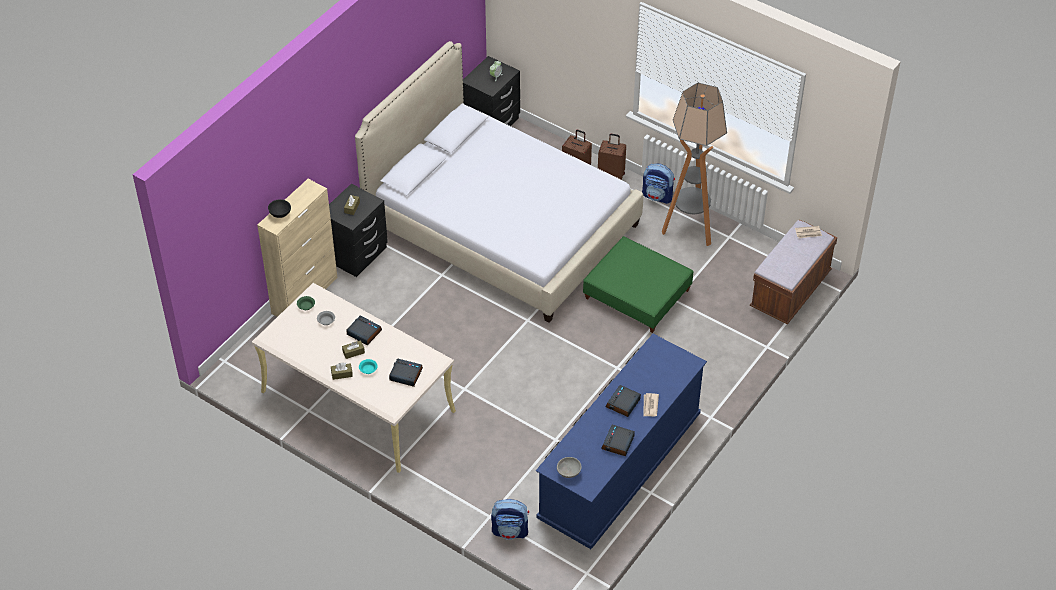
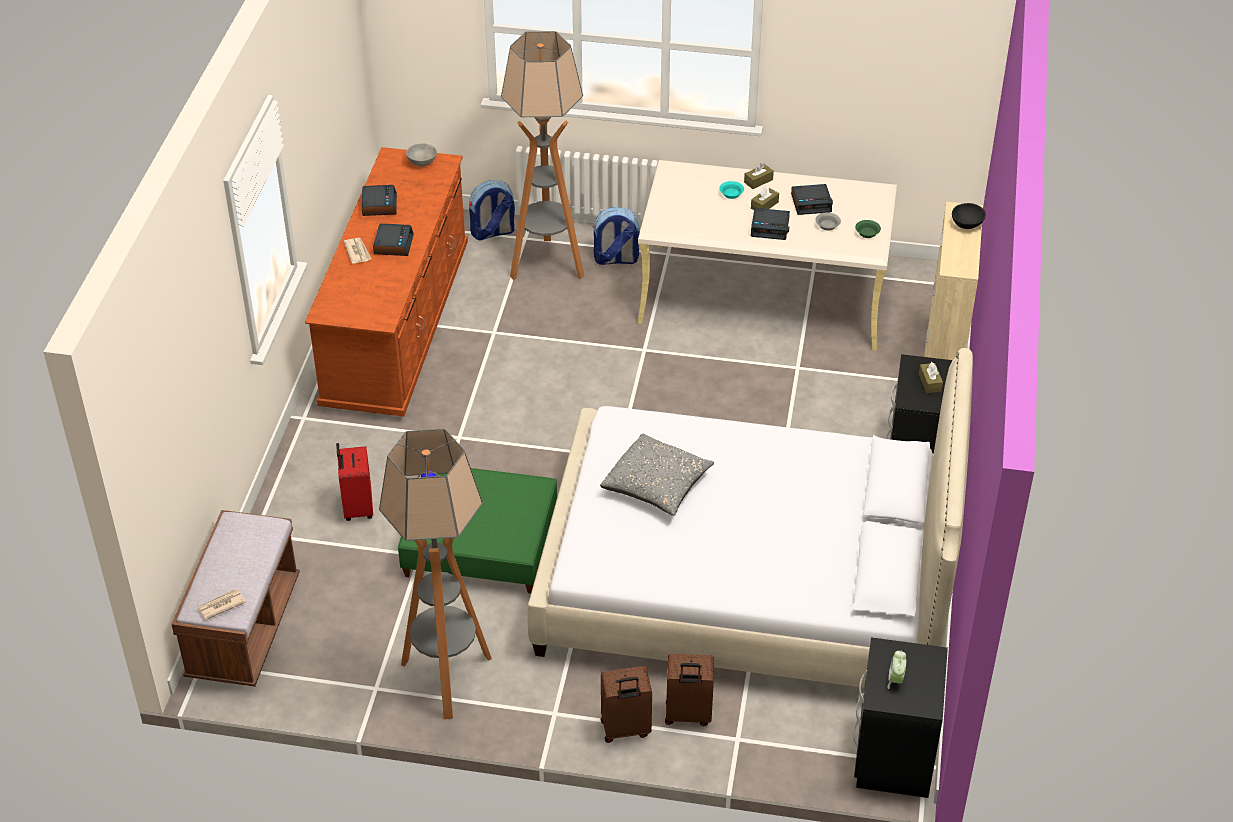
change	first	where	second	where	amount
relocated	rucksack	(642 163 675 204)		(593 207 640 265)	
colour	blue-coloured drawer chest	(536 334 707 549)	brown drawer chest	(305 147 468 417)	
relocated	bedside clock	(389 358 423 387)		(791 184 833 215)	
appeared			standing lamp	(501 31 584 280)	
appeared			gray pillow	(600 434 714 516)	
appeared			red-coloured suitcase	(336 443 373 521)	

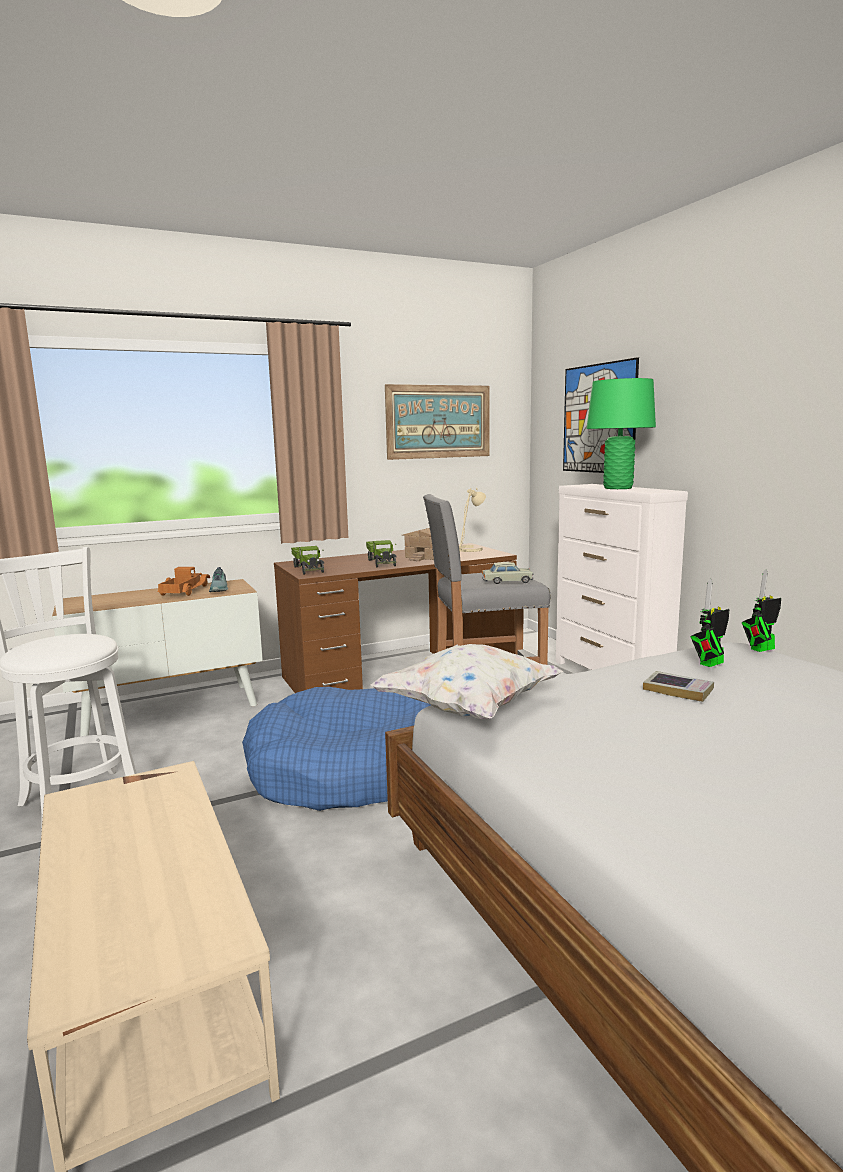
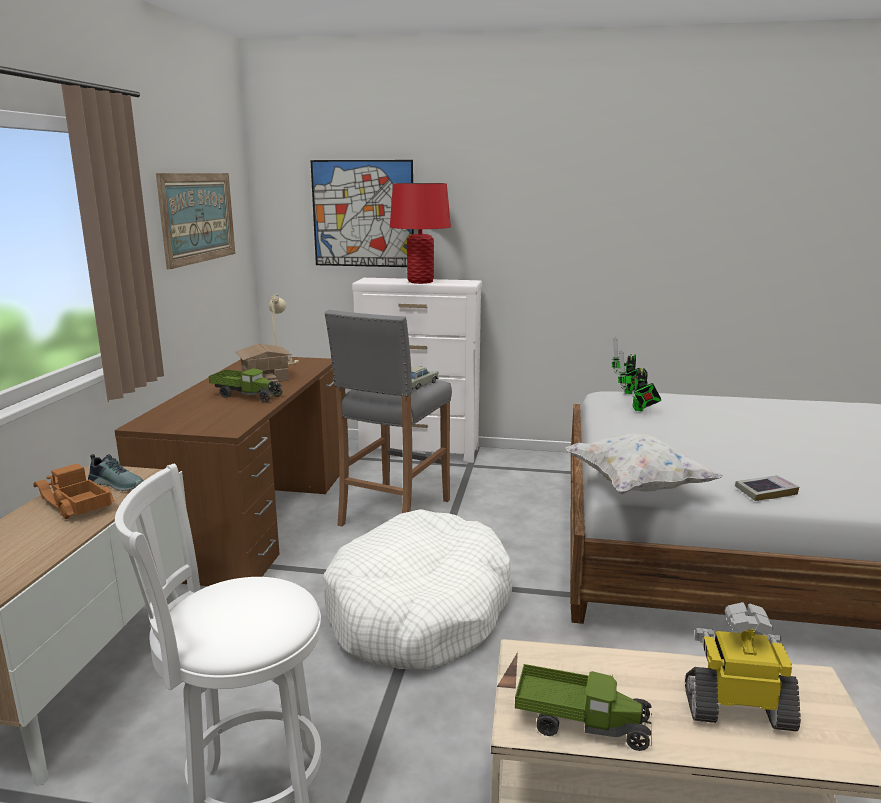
change	first	where	second	where	amount
colour	green table lamp	(586 378 656 489)	red-coloured table lamp	(390 183 451 284)	
relocated	toy truck	(291 546 324 575)		(515 664 652 751)	
relocated	volume	(643 671 714 702)		(735 475 799 501)	
colour	blue-coloured pet bed	(242 687 431 811)	whitish pet bed	(323 509 513 669)	
appeared			model robot	(685 602 801 731)	

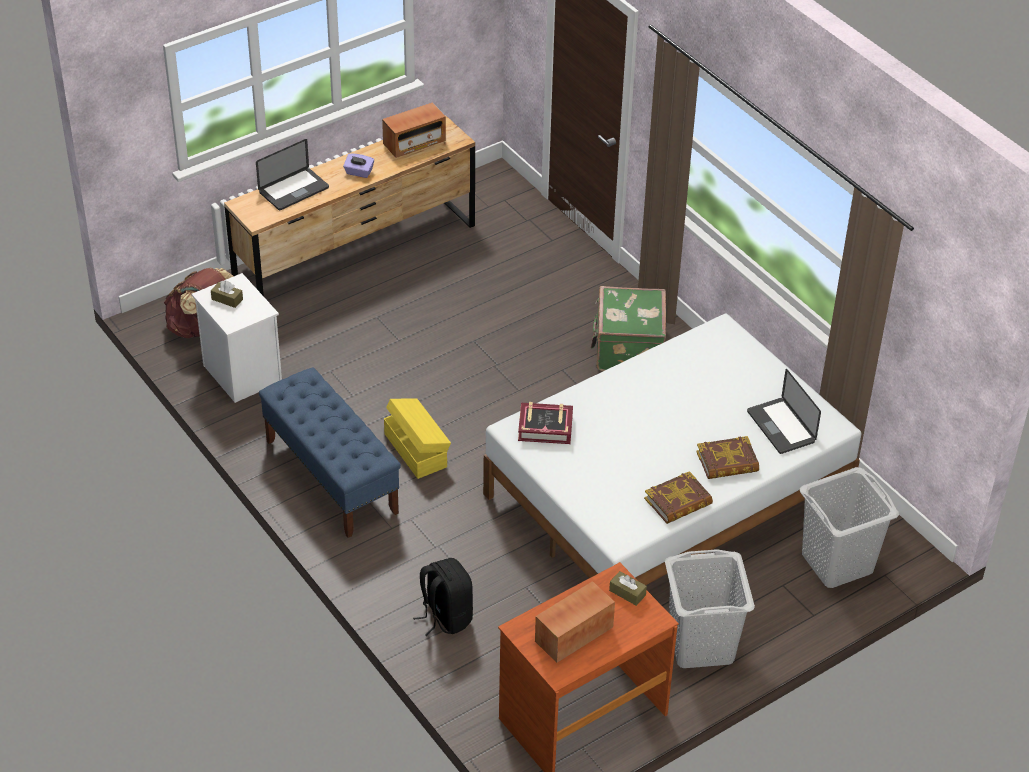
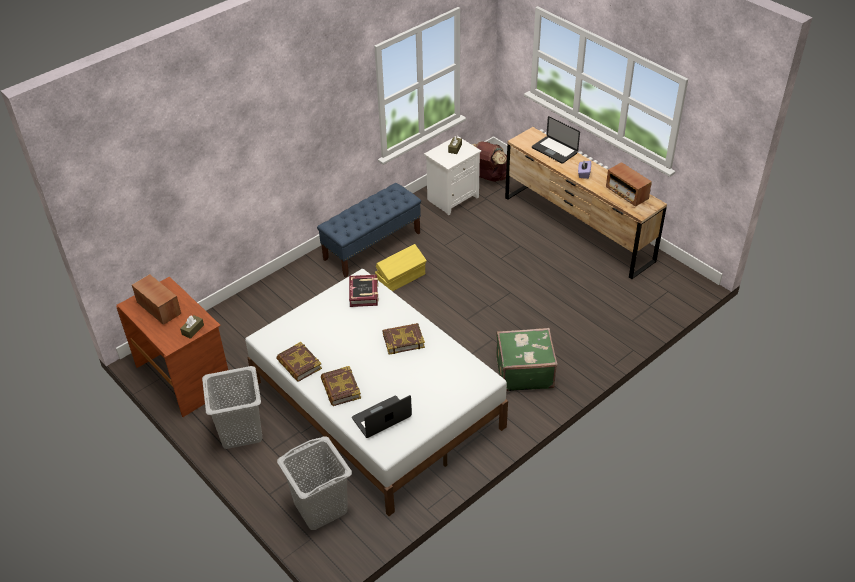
change	first	where	second	where	amount
missing	black rucksack	(413 558 473 636)			
appeared			volume	(383 323 425 355)	

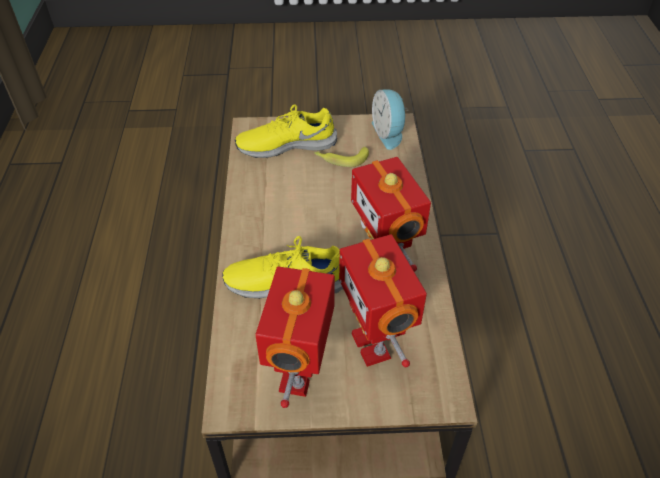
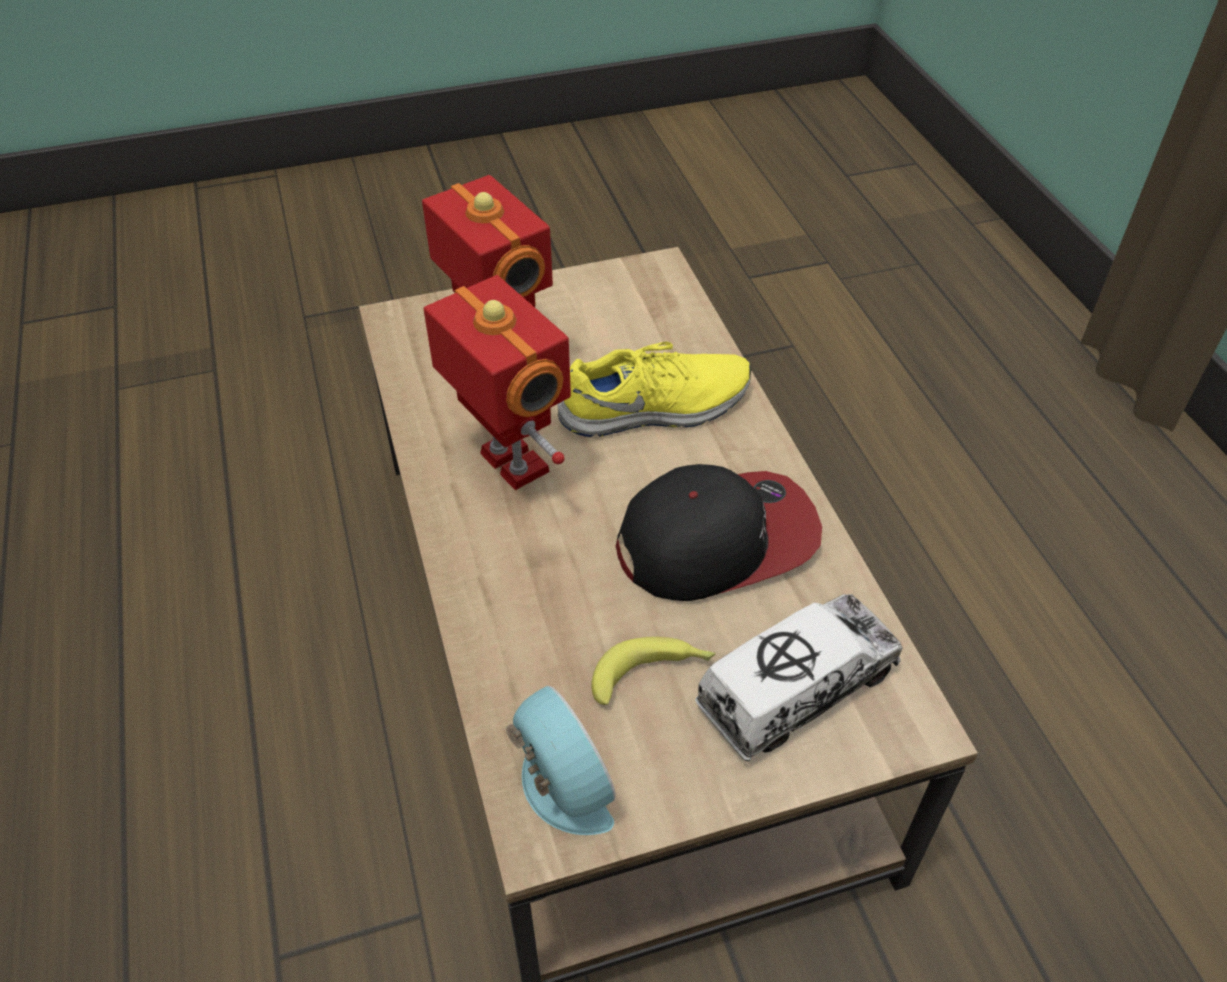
change	first	where	second	where	amount
exchanged	yellowish low shoe	(235 104 337 158)	toy truck	(695 594 902 761)	
missing	model robot	(255 266 335 408)			
appeared			cap	(616 464 822 601)	

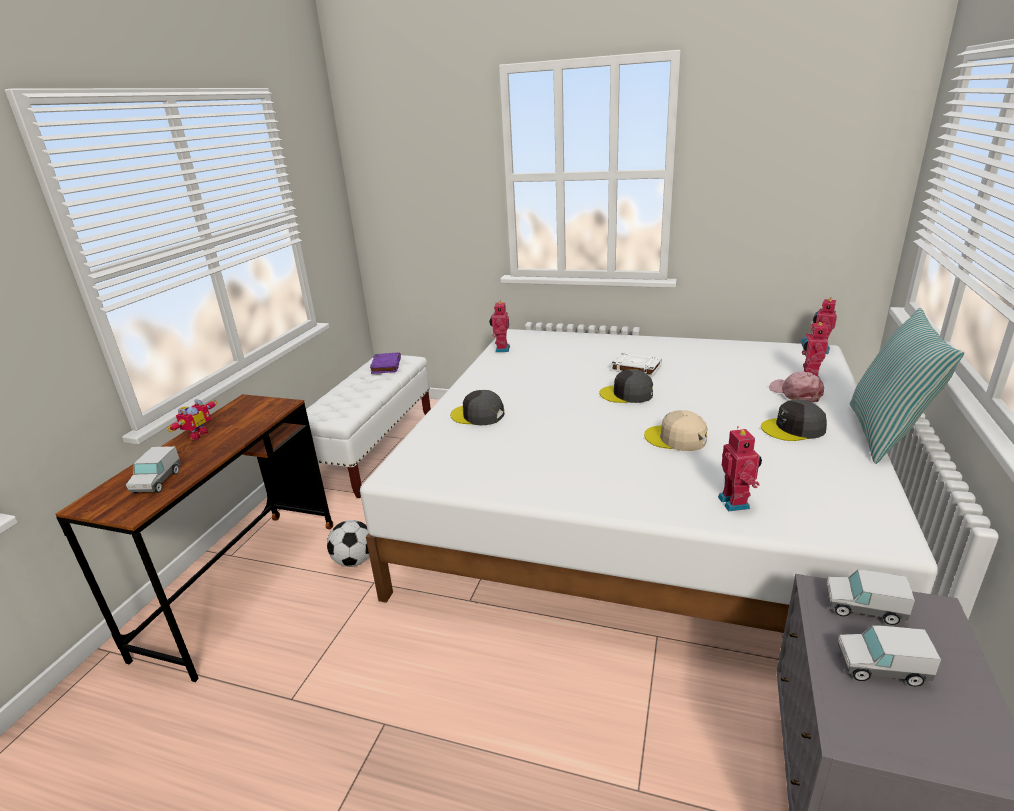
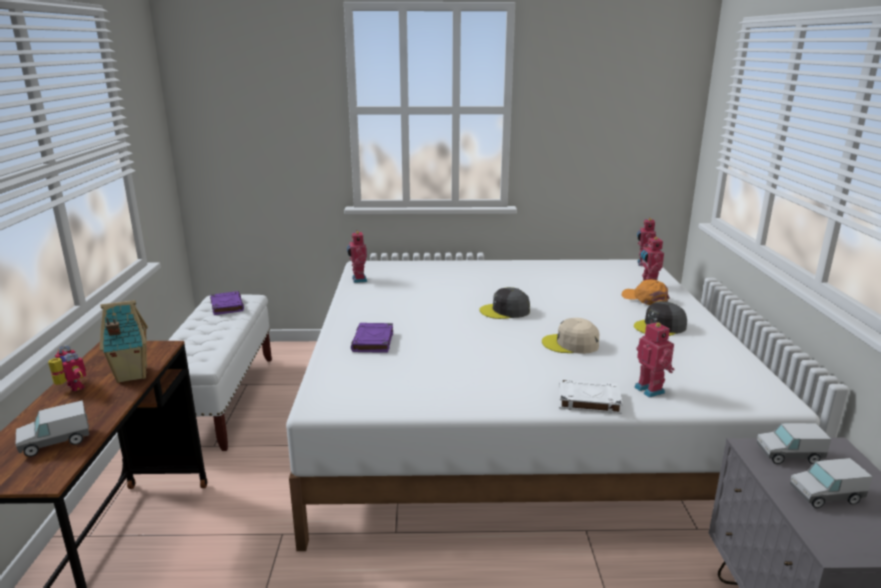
change	first	where	second	where	amount
missing	pillow	(850 308 964 464)			
relocated	whitish volume	(611 353 662 376)		(559 379 623 414)	
colour	pink cap	(769 372 824 402)	orangey cap	(622 279 670 305)	
exchanged	gray cap	(450 390 505 425)	purple volume	(351 323 393 353)	
spun	model robot	(167 399 217 440)		(48 345 86 391)	45 degrees counterclockwise
spun	toy truck	(126 446 181 493)		(15 400 89 457)	75 degrees clockwise
missing	football	(327 520 369 567)			
appeared			model house	(100 300 148 383)	

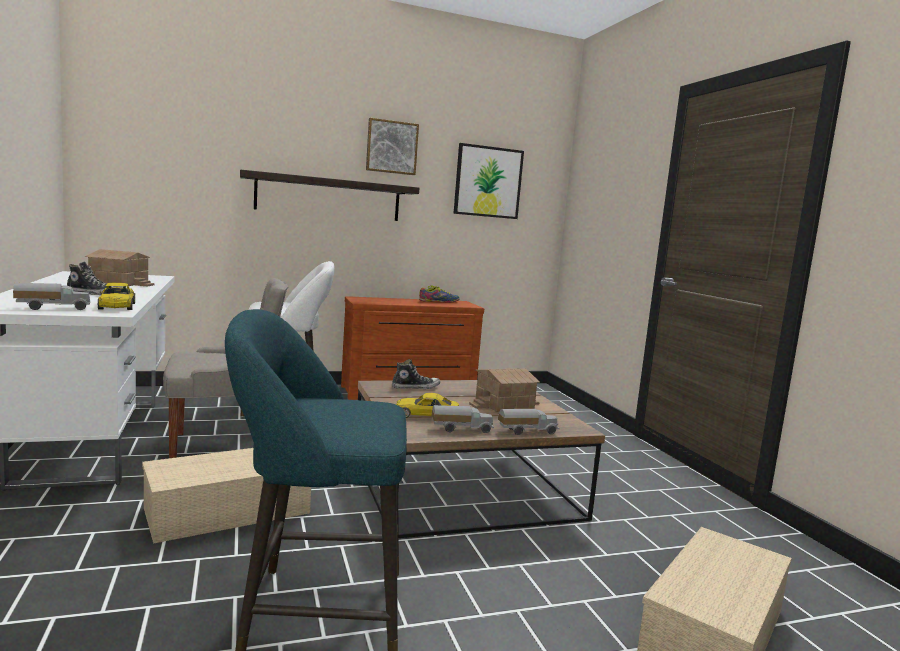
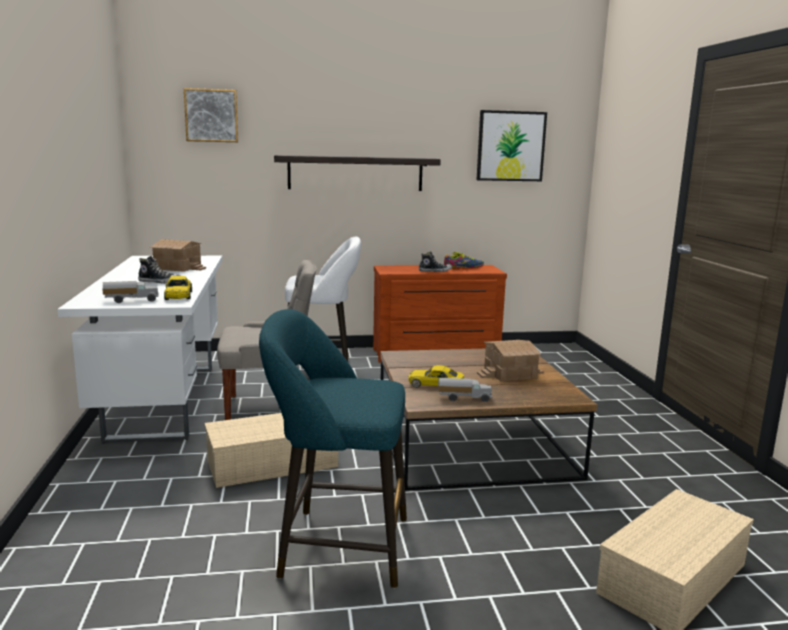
change	first	where	second	where	amount
relocated	picture	(366 118 419 175)		(184 88 238 142)	
relocated	low shoe	(392 359 440 389)		(419 251 452 272)	
missing	toy truck	(498 409 560 435)			

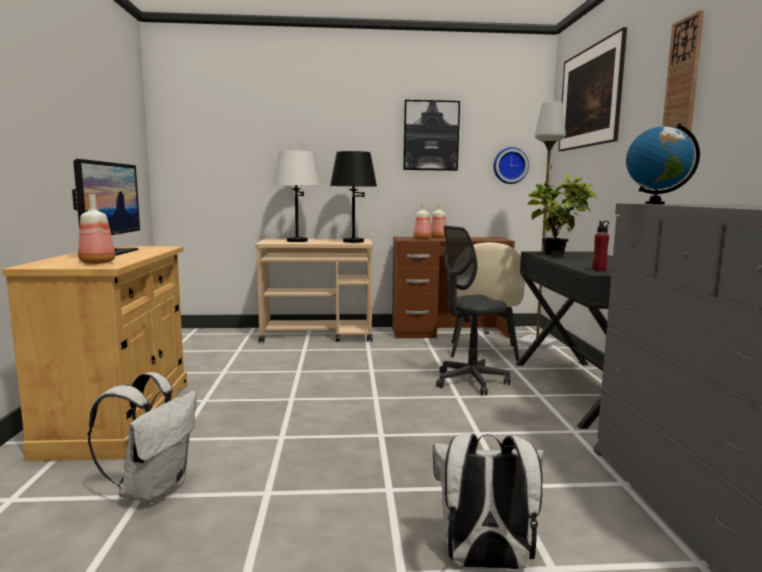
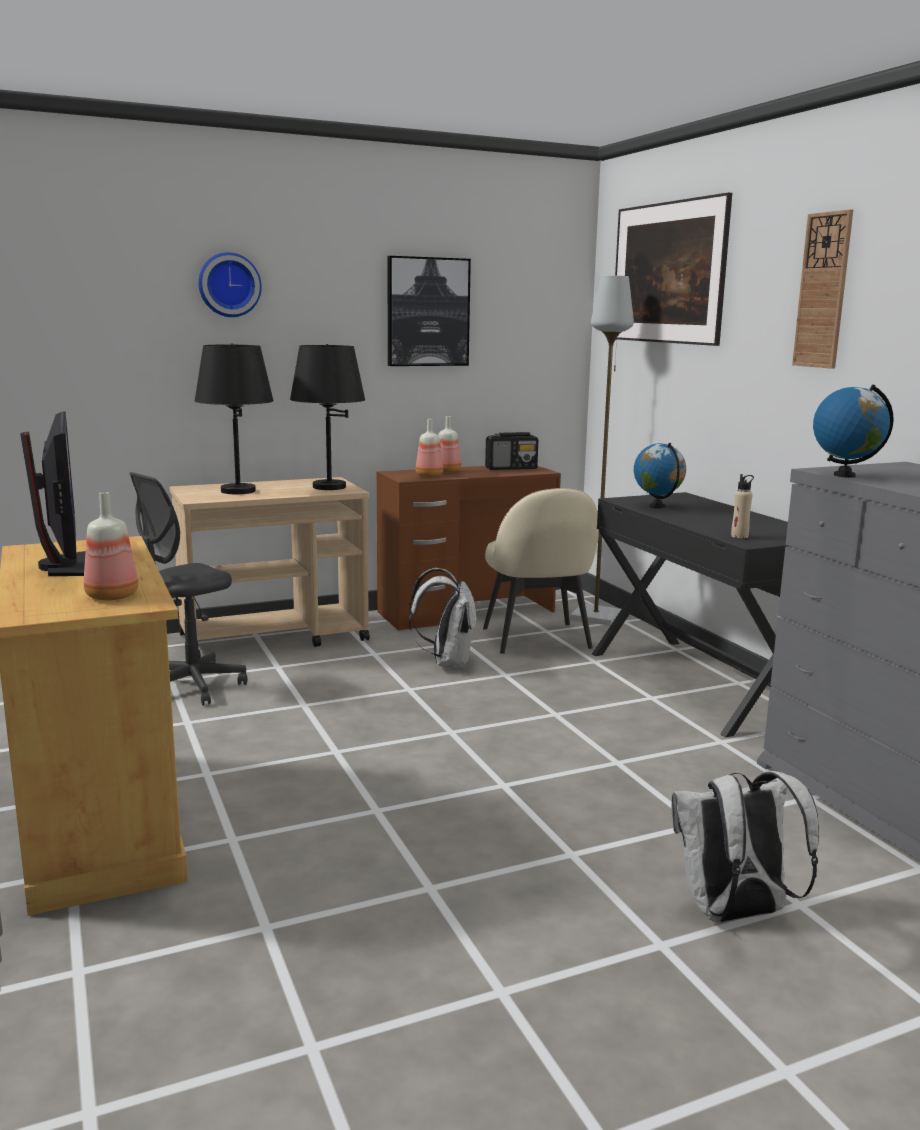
change	first	where	second	where	amount
relocated	hanging clock	(494 147 529 184)		(198 252 262 317)	
colour	whitish table lamp	(273 151 320 242)	black table lamp	(195 343 274 494)	
exchanged	potted plant	(528 174 596 256)	globe	(634 443 686 508)	
colour	red-coloured bottle	(592 221 609 271)	beige bottle	(731 474 754 538)	
relocated	gray computer chair	(436 226 511 396)		(129 472 248 705)	
relocated	whitish rucksack	(88 372 197 505)		(409 568 478 668)	
appeared			radio	(485 432 538 470)	

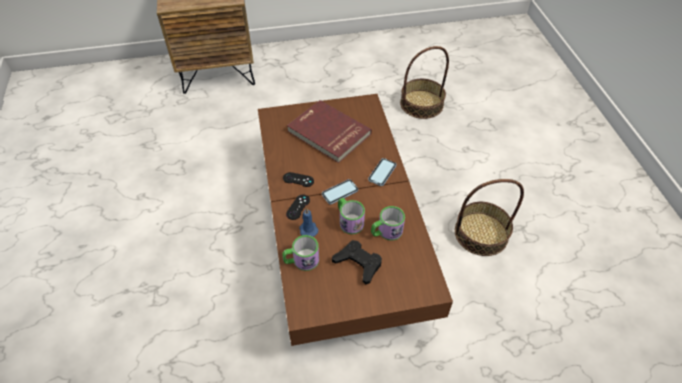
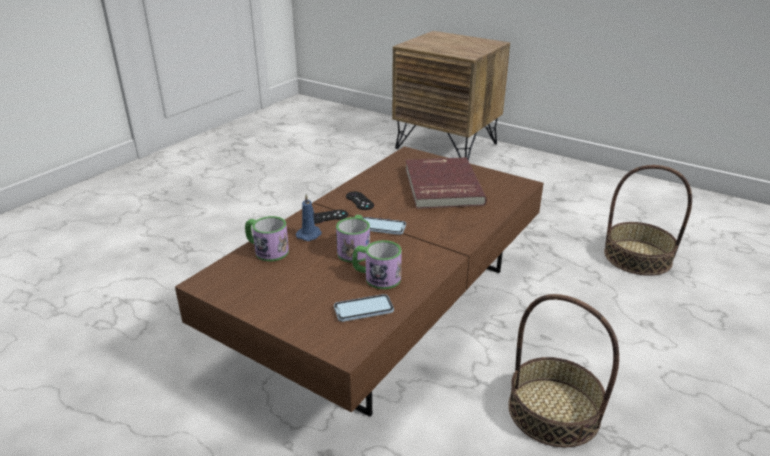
change	first	where	second	where	amount
relocated	handset	(368 158 396 186)		(334 294 394 322)	
missing	black game controller	(332 240 382 285)			

